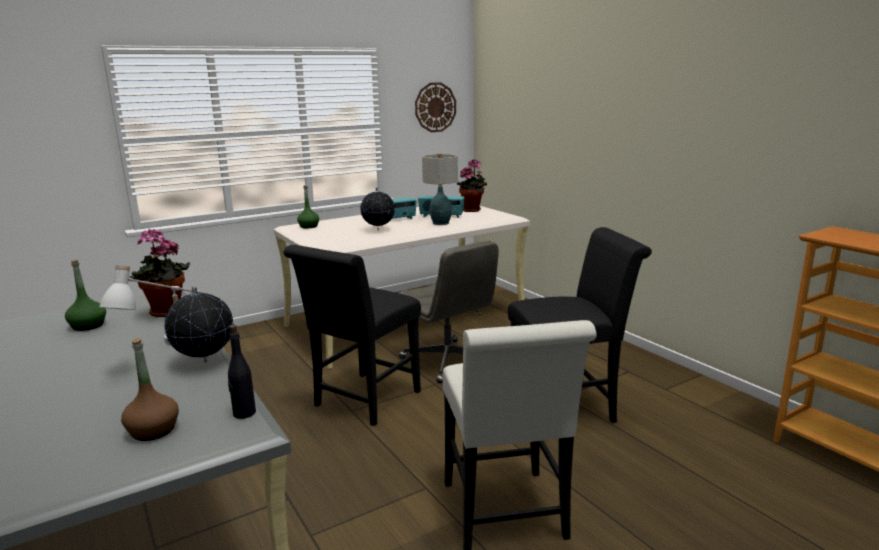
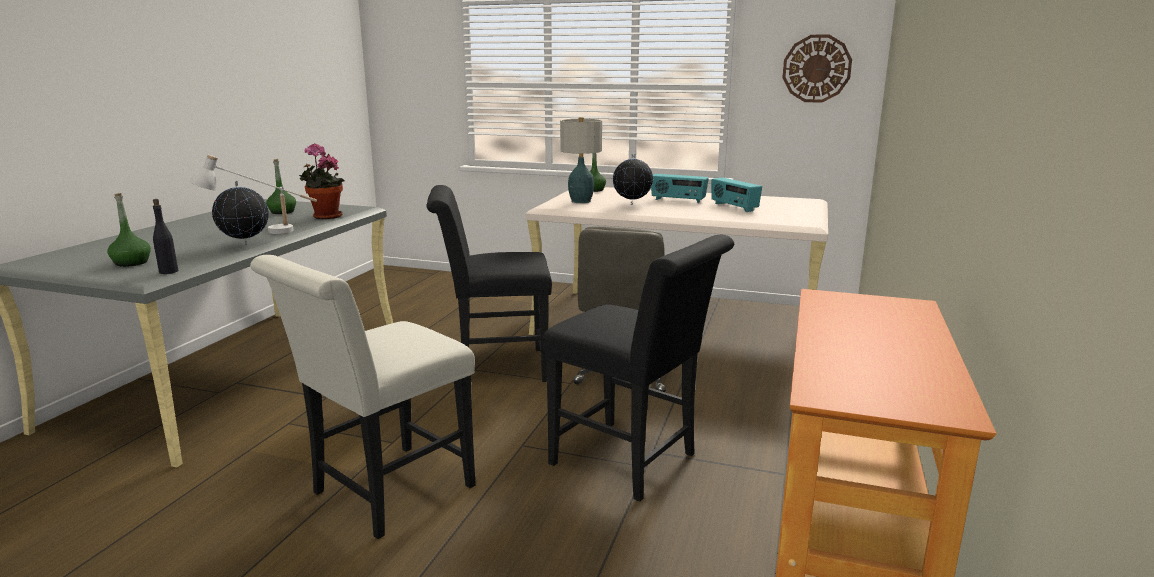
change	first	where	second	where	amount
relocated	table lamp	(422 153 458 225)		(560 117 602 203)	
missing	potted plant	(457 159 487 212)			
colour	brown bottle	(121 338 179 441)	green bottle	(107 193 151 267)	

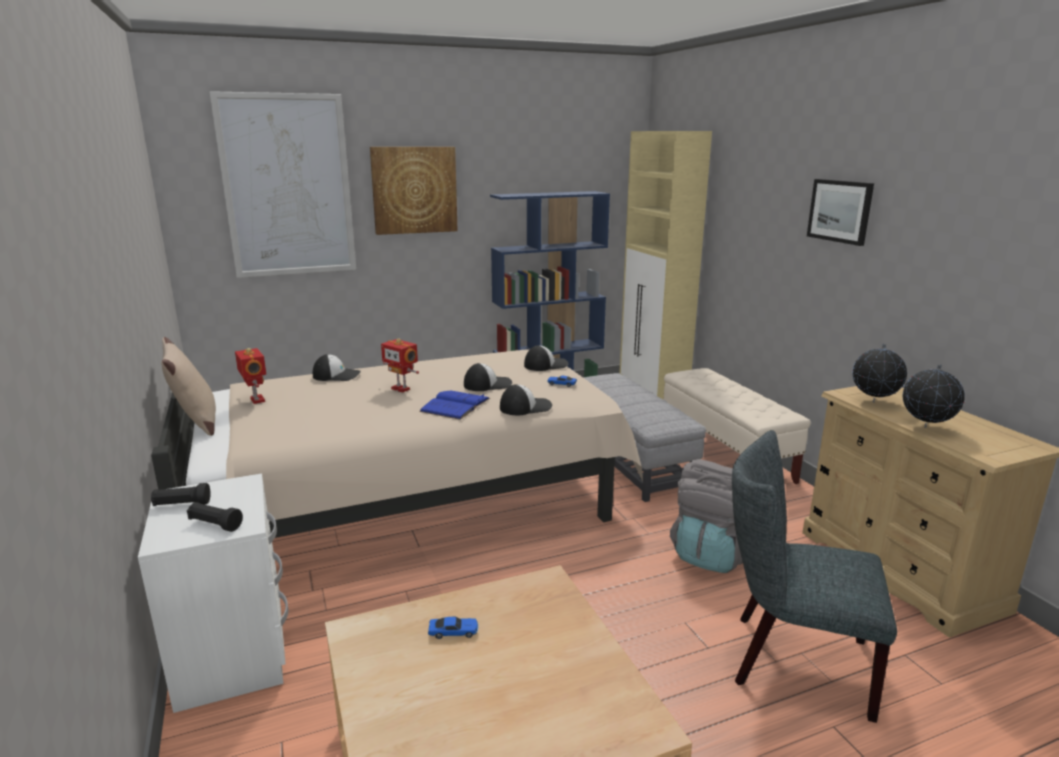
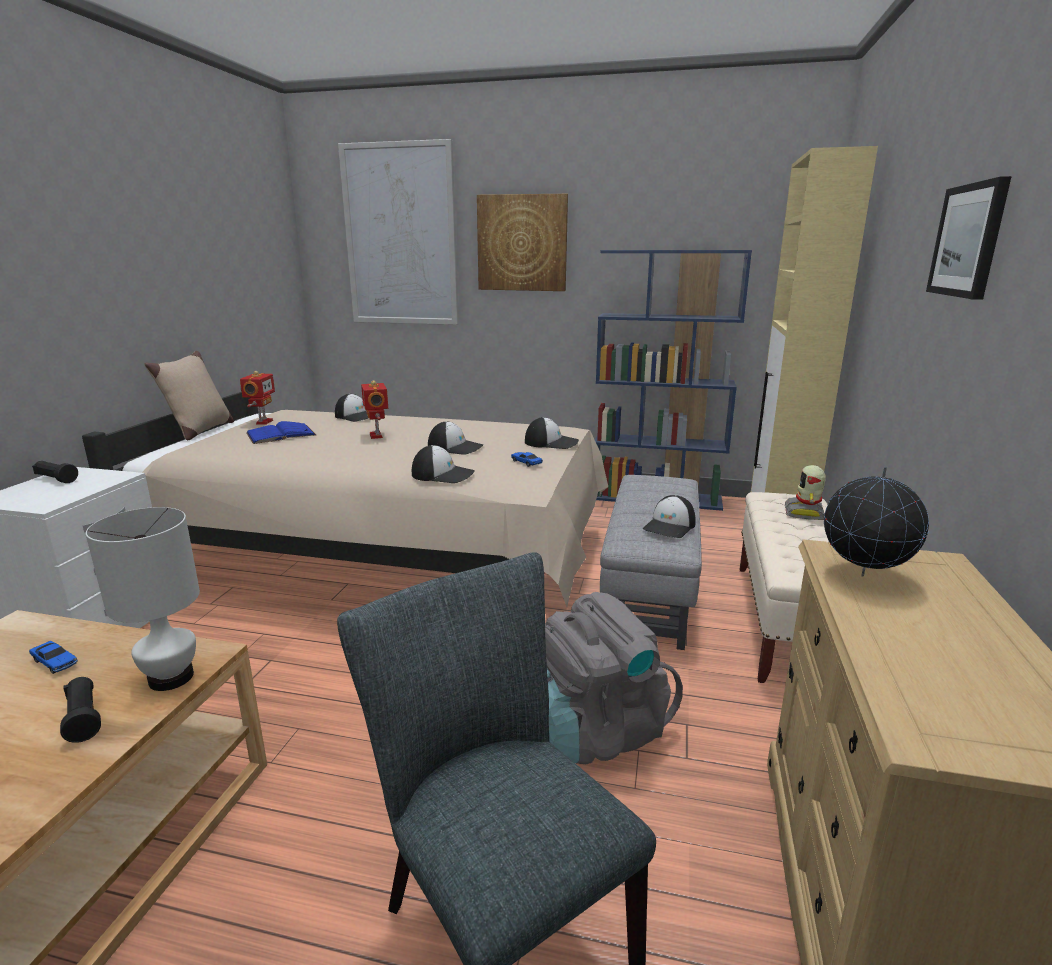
change	first	where	second	where	amount
missing	globe	(903 364 965 428)			
relocated	blue-coloured volume	(419 390 490 420)		(246 421 316 444)	
relocated	black torch	(187 502 243 532)		(60 677 101 743)	
appeared			model robot	(785 465 826 520)	
appeared			cap	(643 495 696 538)	
appeared			whitish table lamp	(86 507 200 691)	

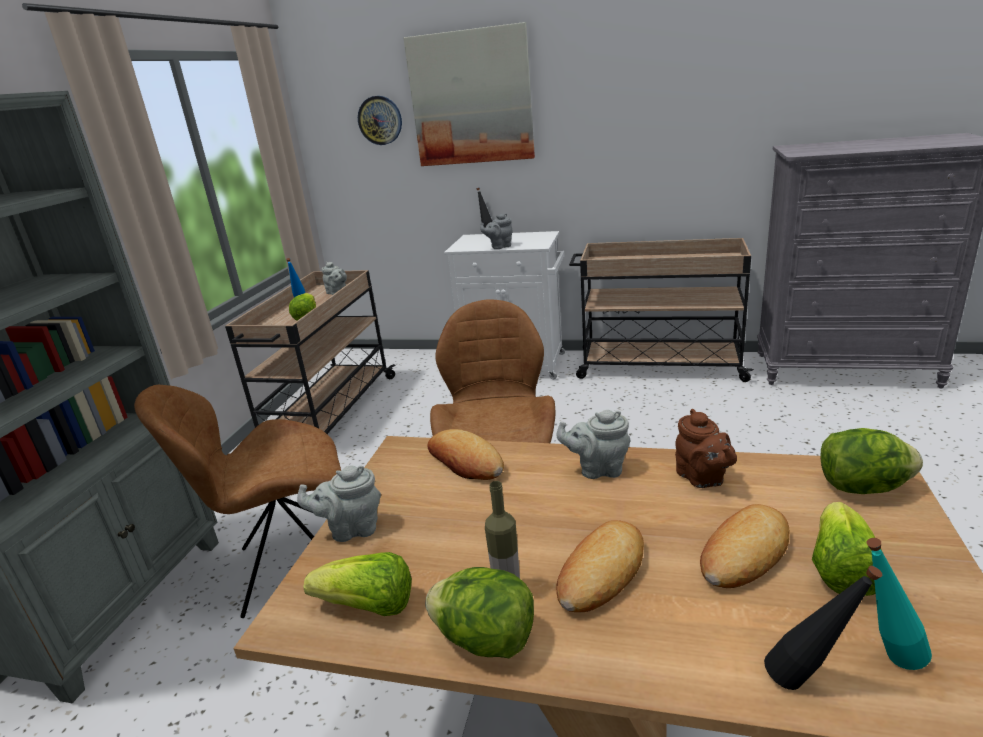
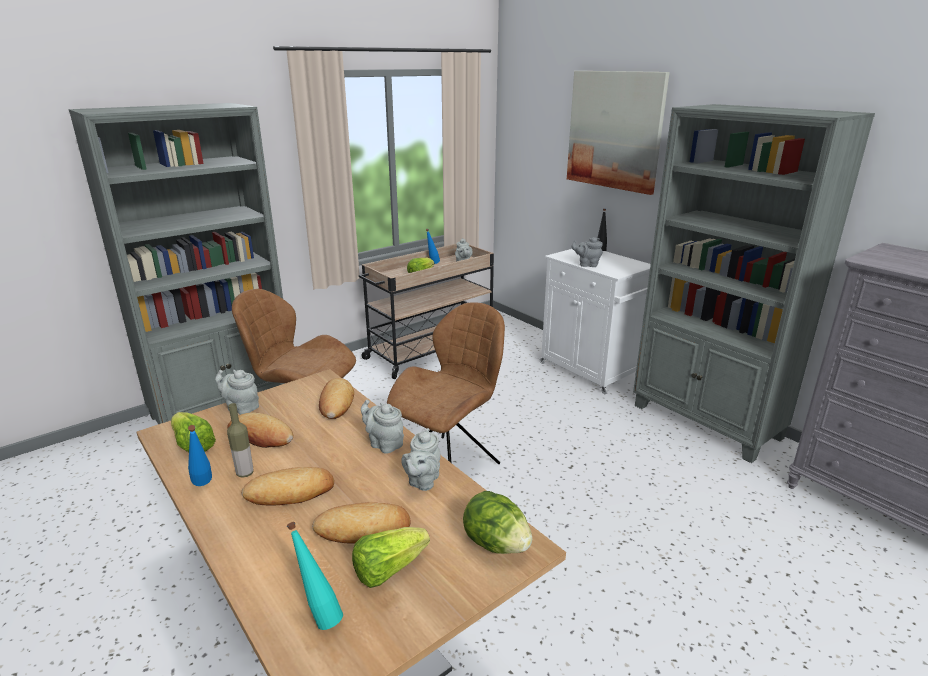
change	first	where	second	where	amount
missing	hanging clock	(358 96 402 145)			
exchanged	beige wheeled cart	(569 238 754 382)	gray shelving unit	(633 104 875 463)	
colour	brown teapot	(675 409 737 488)	gray teapot	(401 428 441 491)	
missing	black bottle	(764 566 882 690)			
exchanged	lettuce head	(425 567 534 658)	blue-coloured bottle	(188 425 212 486)	
appeared			baked bread	(227 412 293 448)	

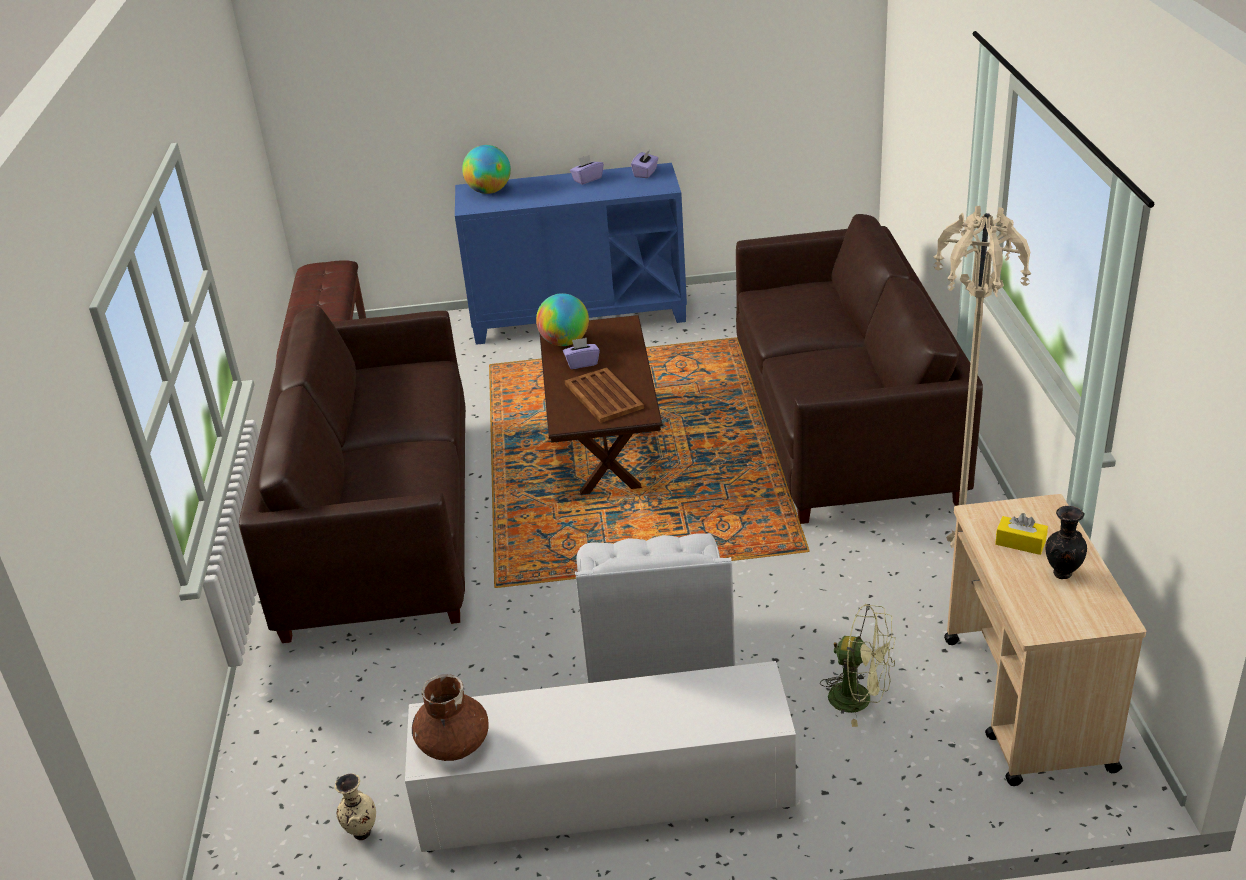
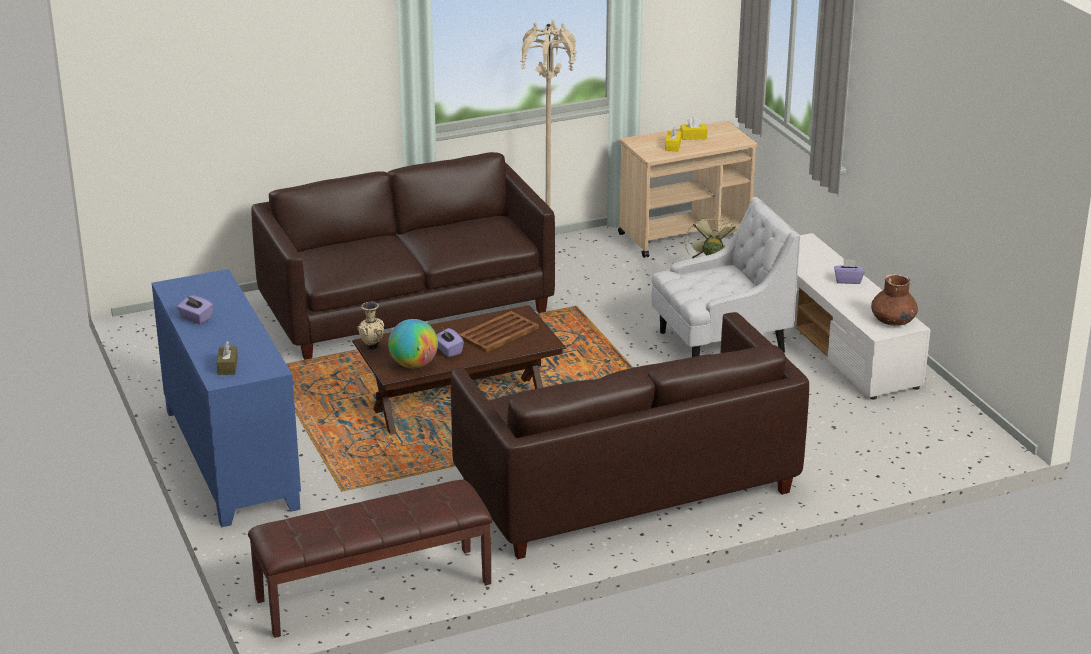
change	first	where	second	where	amount
exchanged	globe	(462 145 511 194)	brown tissue box	(217 342 238 375)	
relocated	purple tissue box	(631 150 659 178)		(834 259 864 284)	
exchanged	black decorative vase	(1045 506 1087 579)	yellowish tissue box	(680 116 708 140)	
relocated	beige decorative vase	(335 773 376 840)		(357 302 384 350)	

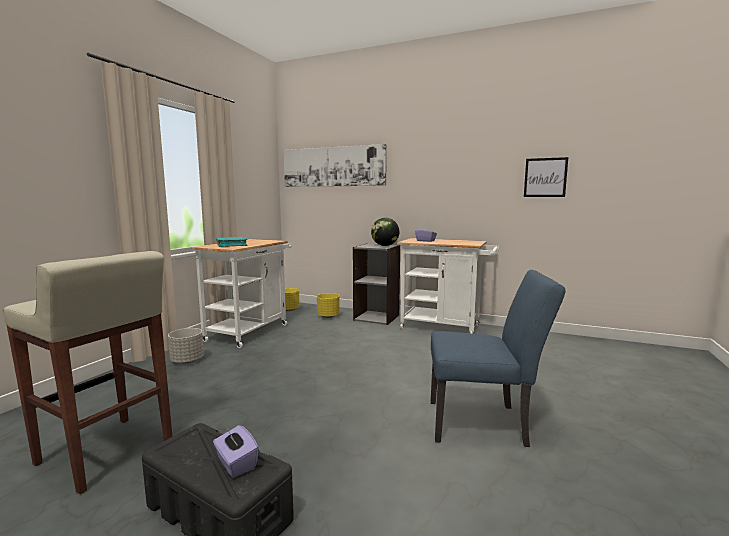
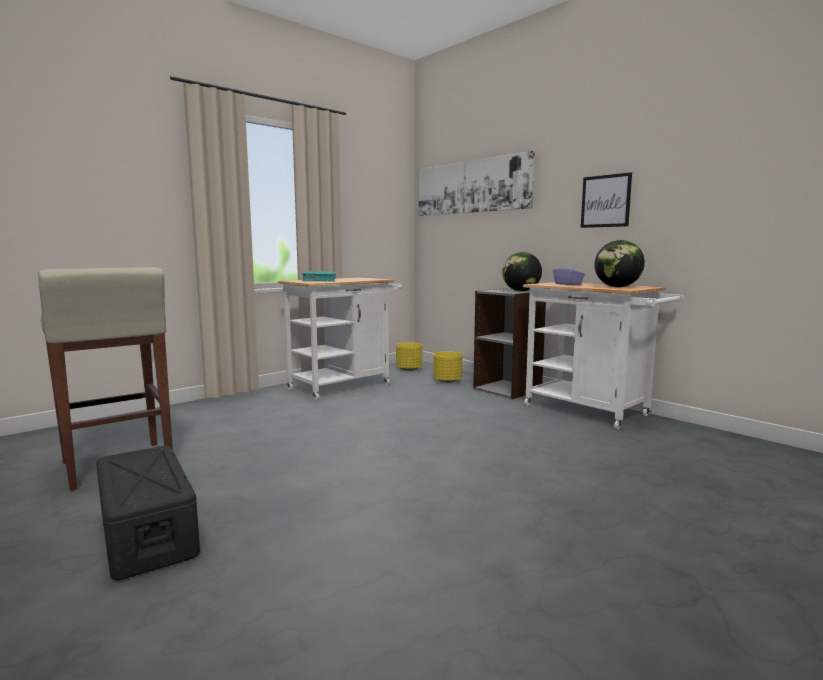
change	first	where	second	where	amount
relocated	picture	(524 157 568 197)		(581 172 632 228)	
missing	blue-coloured plain chair	(431 270 566 447)			
missing	gray flower pot	(168 328 204 364)			
missing	purple tissue box	(213 425 259 478)			
appeared			globe	(594 240 645 287)	

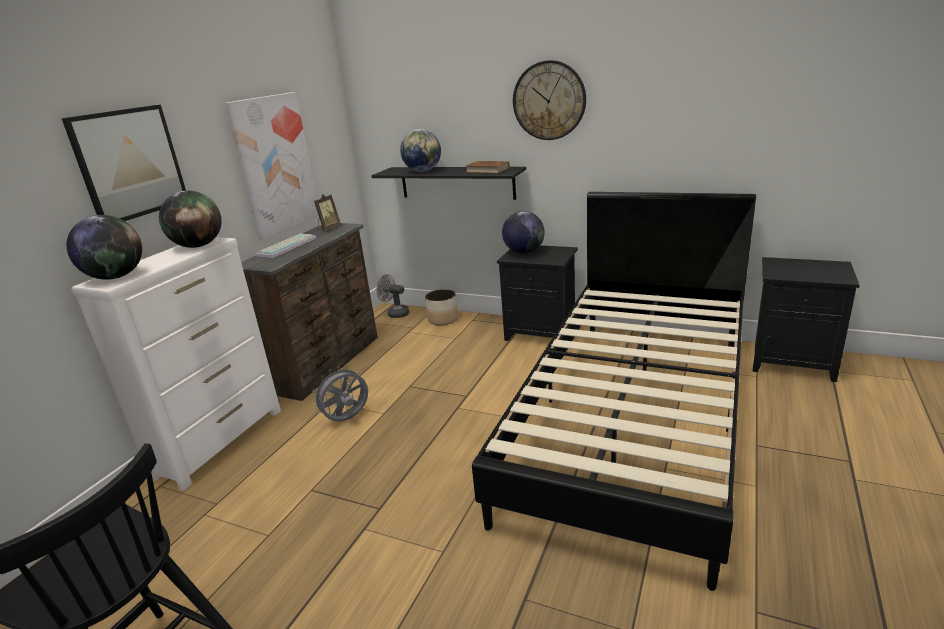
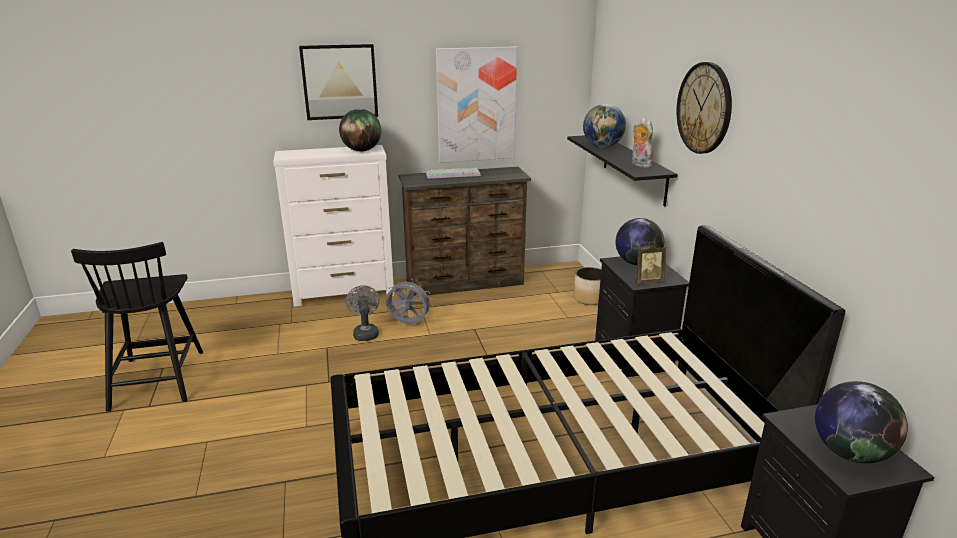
change	first	where	second	where	amount
exchanged	brown volume	(466 161 509 174)	soft toy	(632 118 653 168)	
relocated	standing frame	(314 194 341 231)		(634 244 666 285)	
relocated	globe	(66 215 142 280)		(815 381 908 463)	
relocated	gray fan	(376 274 409 318)		(346 285 380 341)	

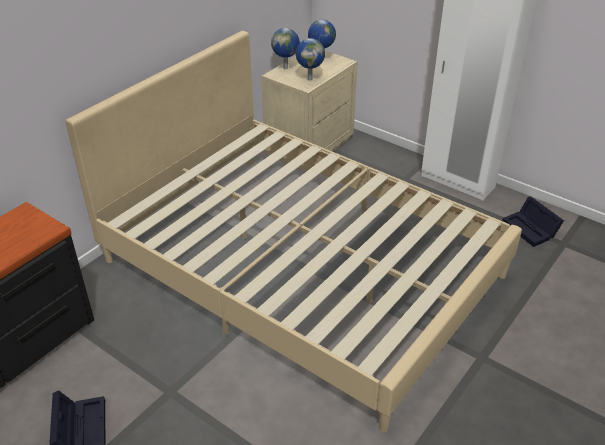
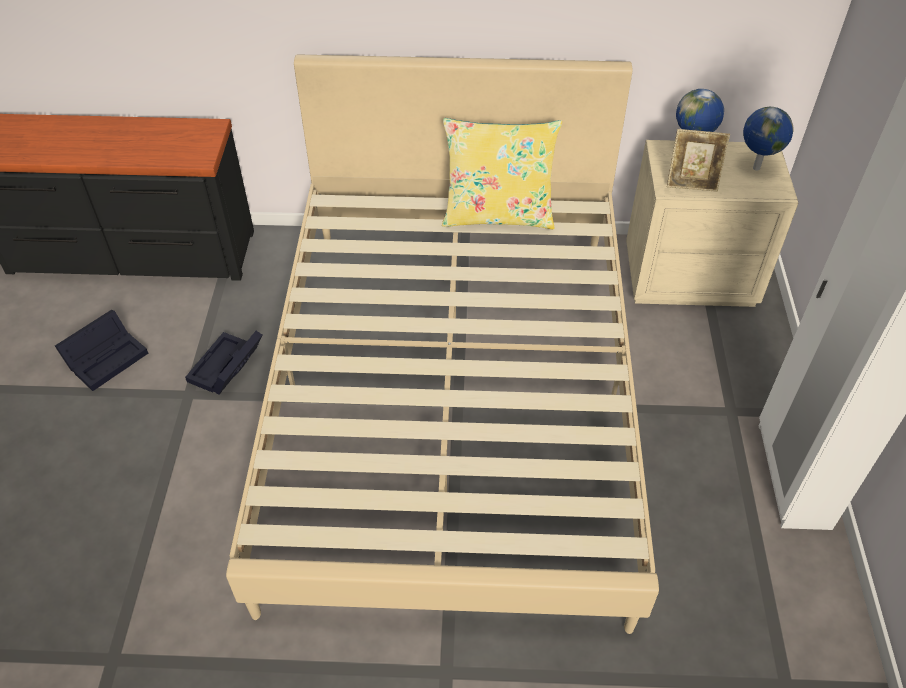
change	first	where	second	where	amount
exchanged	globe	(296 38 325 81)	standing frame	(667 129 730 192)	
relocated	black storage bin	(502 196 564 247)		(185 331 262 395)	
appeared			yellowish pillow	(442 118 562 229)	

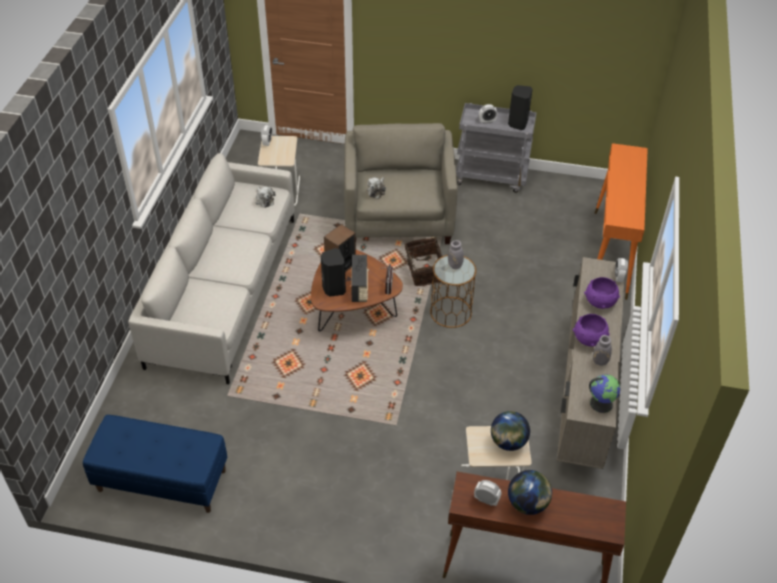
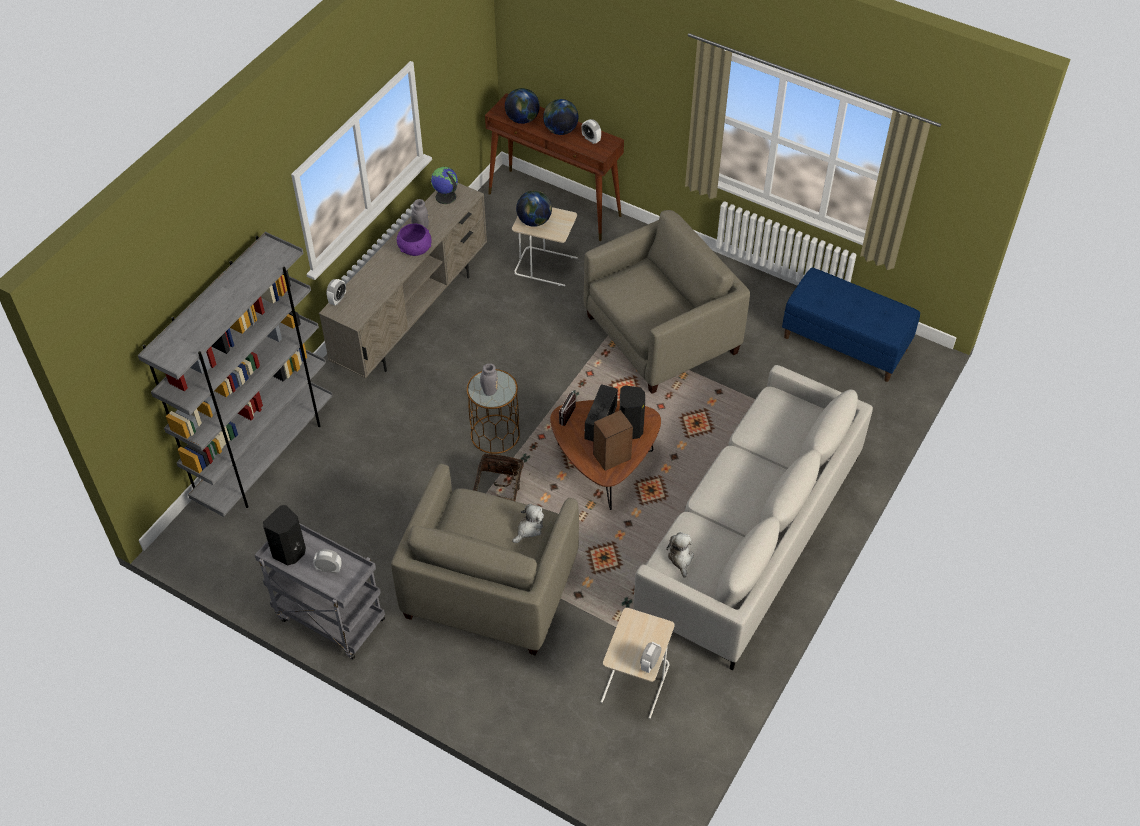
change	first	where	second	where	amount
exchanged	orangey narrow table	(595 143 648 300)	gray shelving unit	(138 232 333 517)	
missing	purple serving bowl	(584 277 620 309)			
appeared			globe	(505 88 540 124)	
appeared			beige easy chair	(583 210 750 394)	

